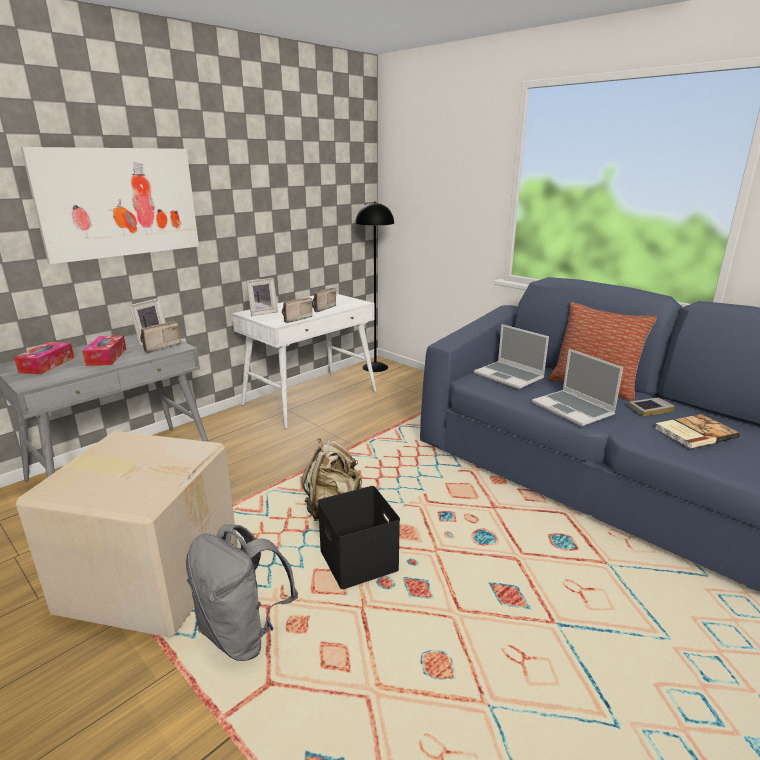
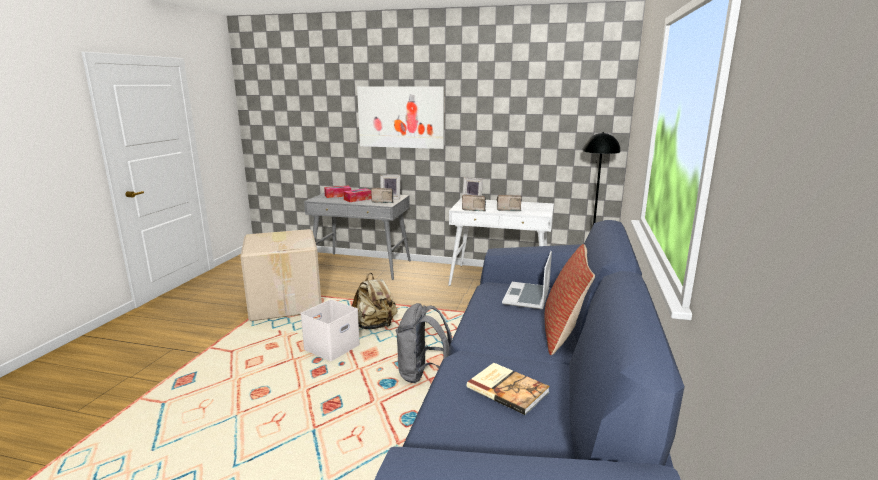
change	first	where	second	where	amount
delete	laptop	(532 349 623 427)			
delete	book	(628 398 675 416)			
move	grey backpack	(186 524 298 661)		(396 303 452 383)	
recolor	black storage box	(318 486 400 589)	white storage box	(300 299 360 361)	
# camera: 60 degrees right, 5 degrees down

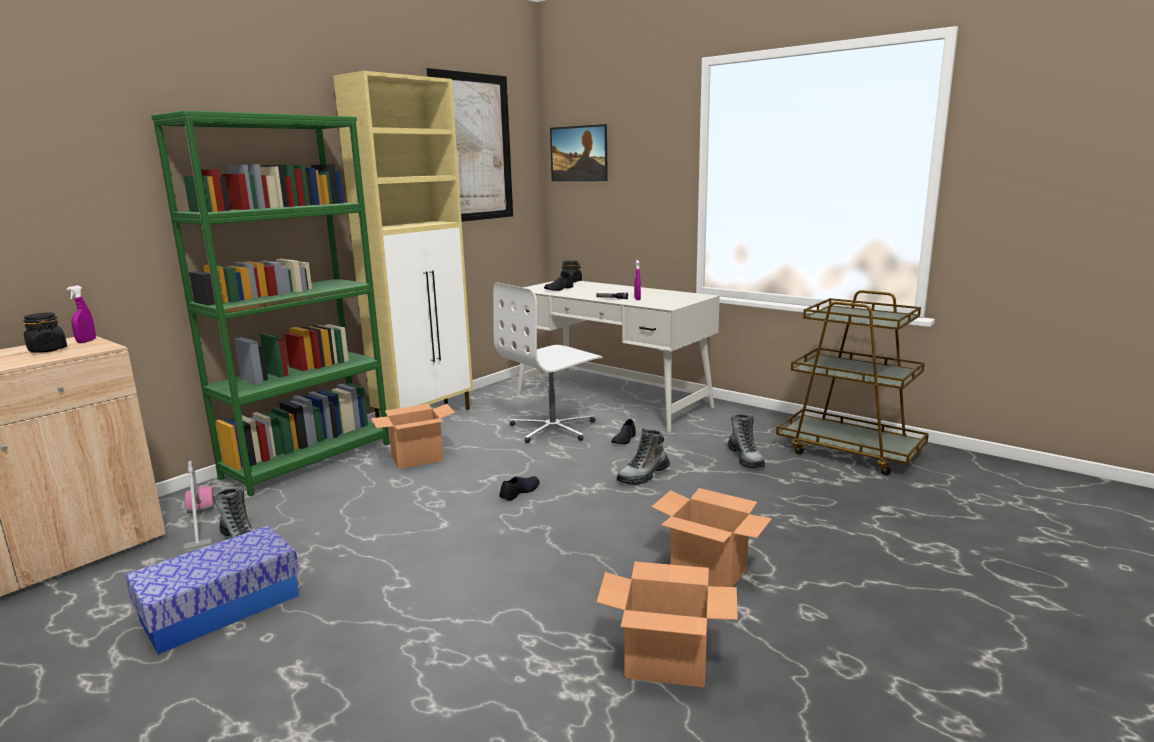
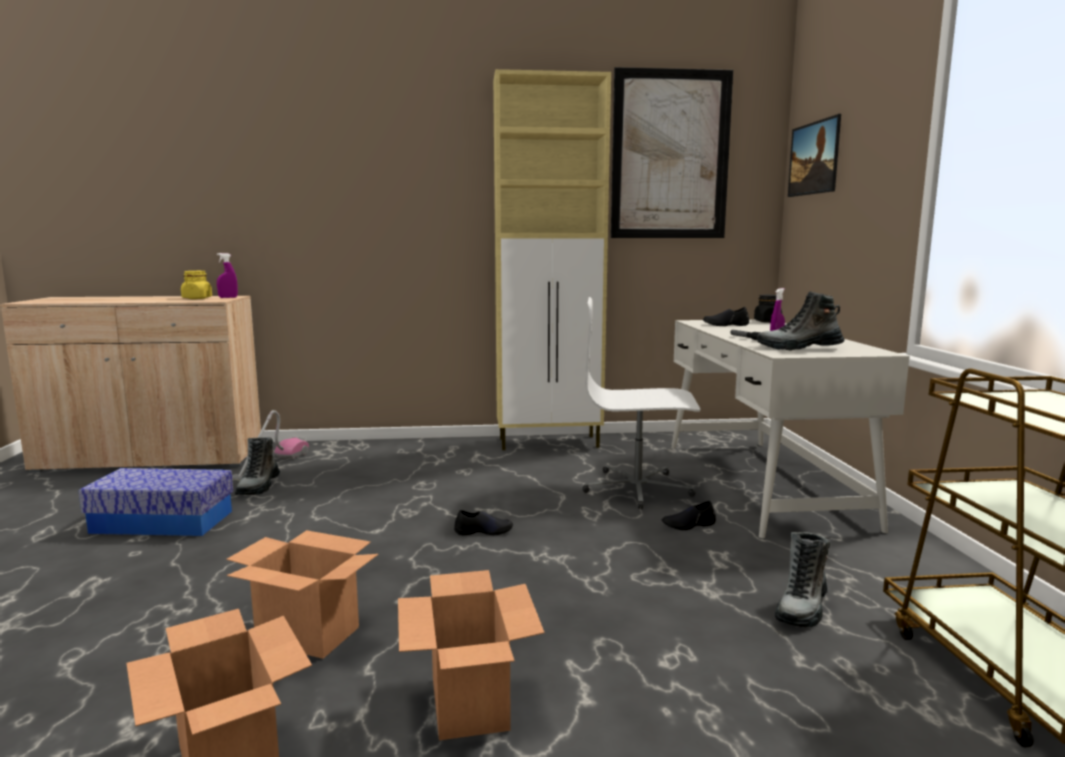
change	first	where	second	where	amount
delete	green bookcase	(151 110 390 496)			
move	cardboard box	(371 404 455 469)		(226 530 379 659)	
move	boot	(617 428 670 485)		(758 291 845 351)	
recolor	black jar	(23 313 67 353)	yellow jar	(181 271 212 299)	
# camera: 45 degrees right, 5 degrees down

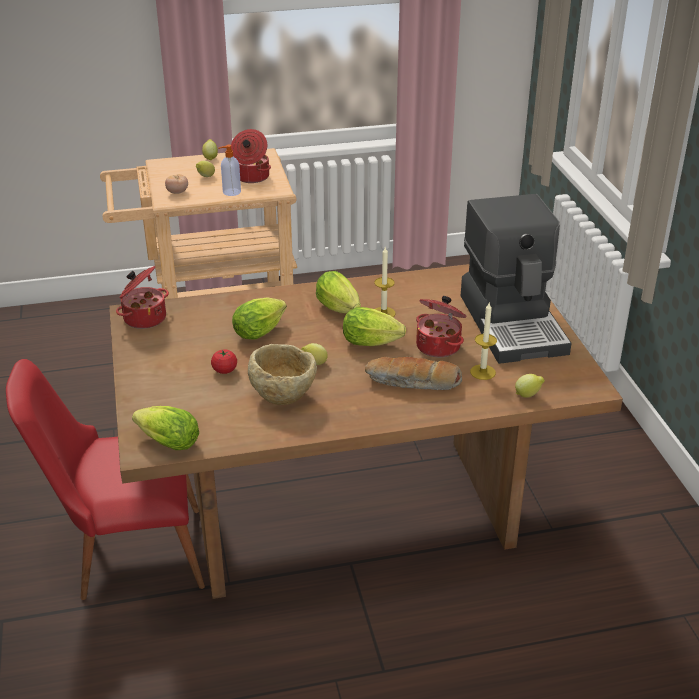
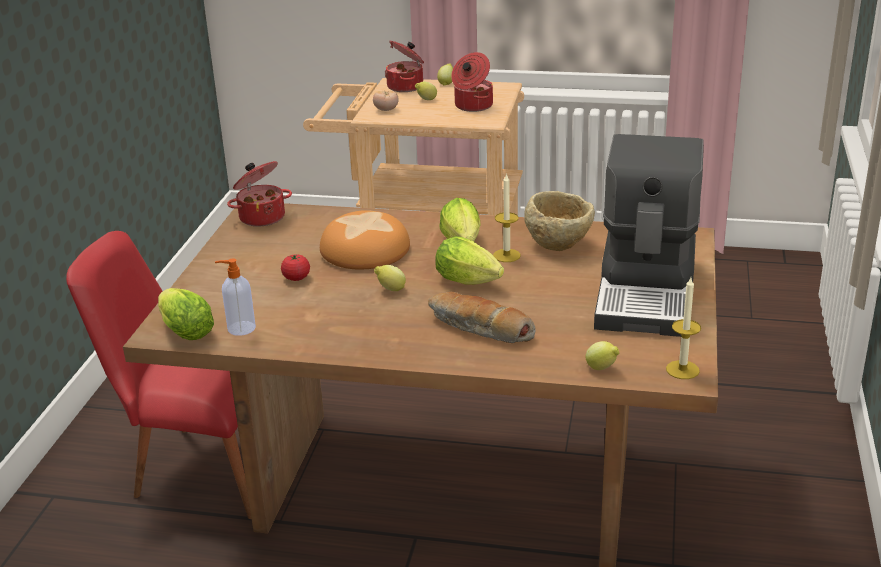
change	first	where	second	where	amount
move	soap dispenser	(218 145 241 196)		(215 258 256 336)	
move	beige bowl	(248 344 317 405)		(524 191 595 251)	
move	cooking pot	(416 296 467 357)		(385 41 424 92)	
move	candle	(470 303 497 380)		(666 278 701 379)	
replace	lettuce	(232 297 287 339)	bread	(320 210 410 269)	
# camera: 25 degrees right, 5 degrees down

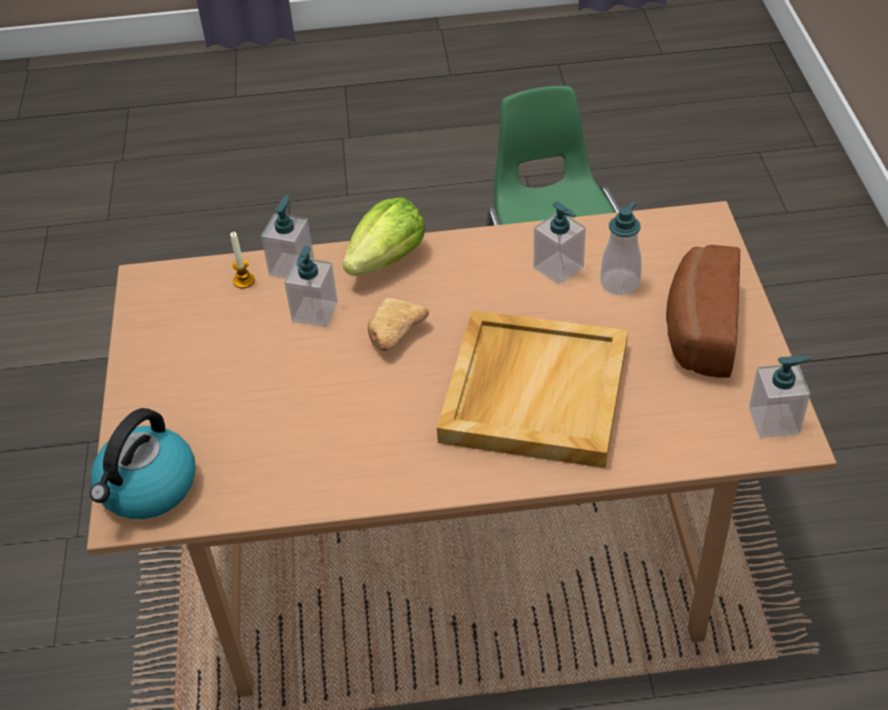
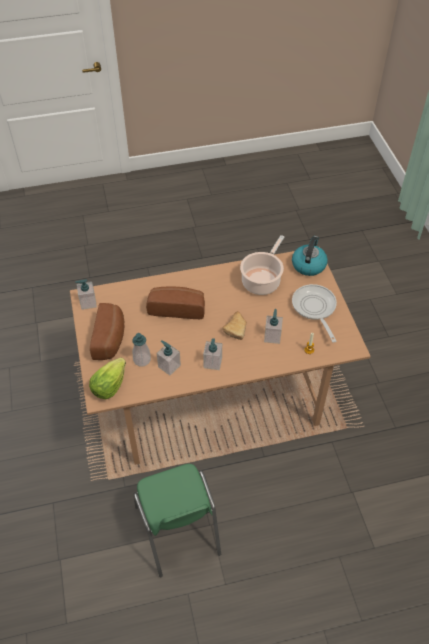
change	first	where	second	where	amount
insert			cooking pot	(240 235 284 295)	
insert			frying pan	(292 284 337 343)	
move	soap dispenser	(261 195 314 278)		(203 338 222 370)	
move	lettuce	(343 198 425 276)		(89 358 126 399)	
replace	beige tray	(437 310 628 468)	bread	(146 287 205 319)	
# camera: 170 degrees right, 5 degrees up

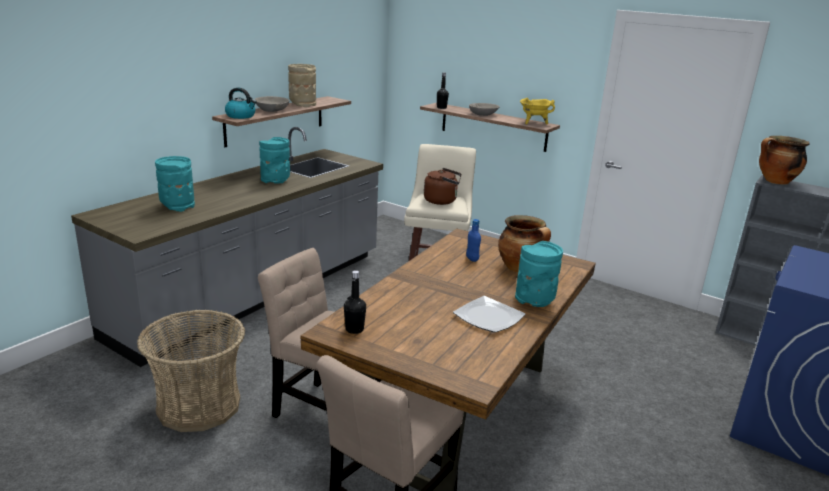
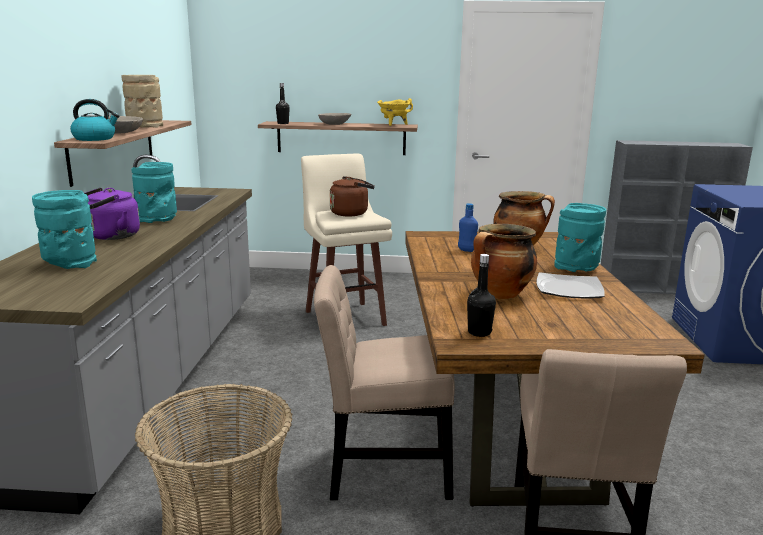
change	first	where	second	where	amount
insert			purple kettle	(84 187 140 240)	
move	cooking pot	(759 136 810 185)		(471 224 537 299)	
# camera: 30 degrees left, 5 degrees down

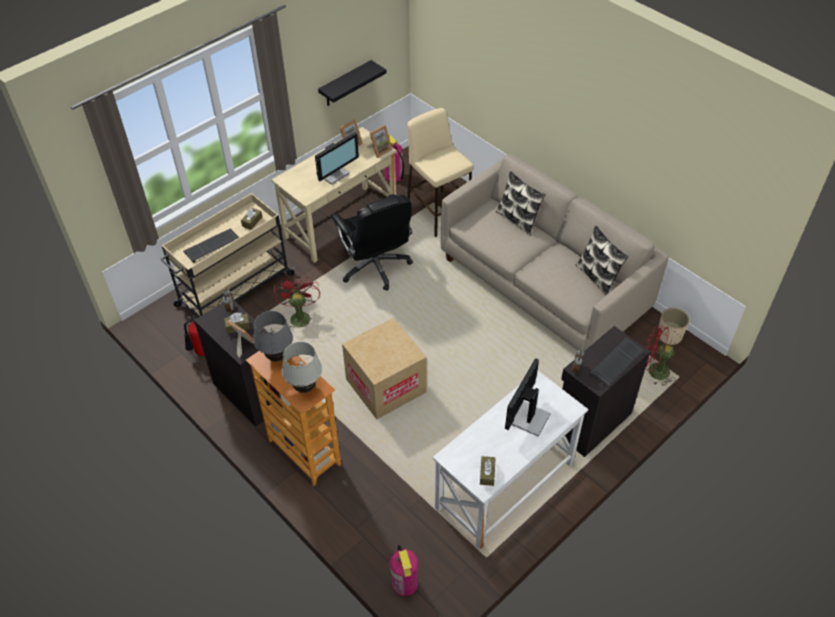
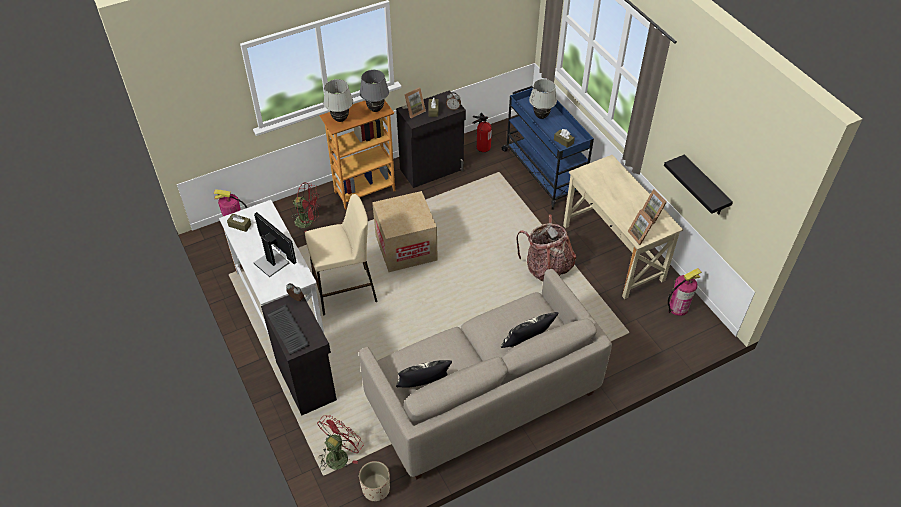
change	first	where	second	where	amount
delete	monitor	(315 132 359 185)			
move	red fan	(274 275 320 331)		(291 182 321 232)	
move	beige stool	(407 108 473 237)		(305 194 377 316)	
replace	keyboard	(183 228 239 263)	white table lamp	(529 79 557 119)	
replace	black office chair	(332 194 413 291)	backpack	(516 214 576 281)	
recolor	beige cart	(160 193 295 318)	blue cart	(502 86 594 210)	
# camera: 105 degrees right, 0 degrees up

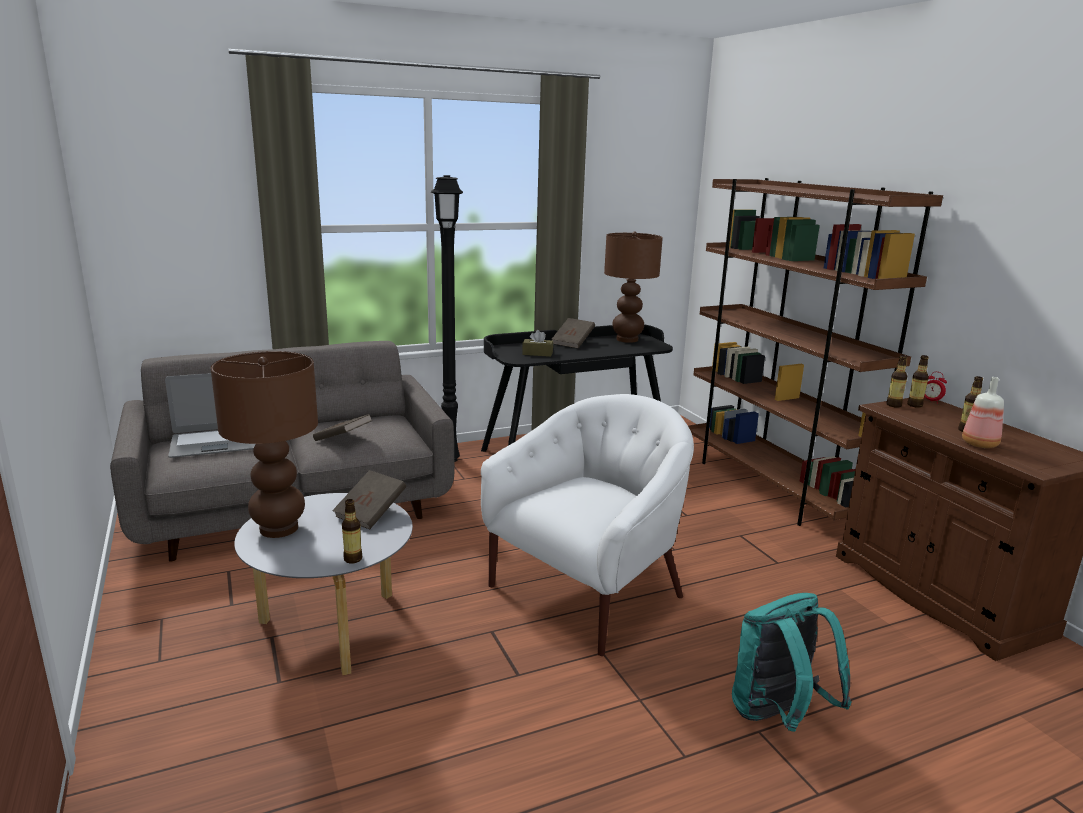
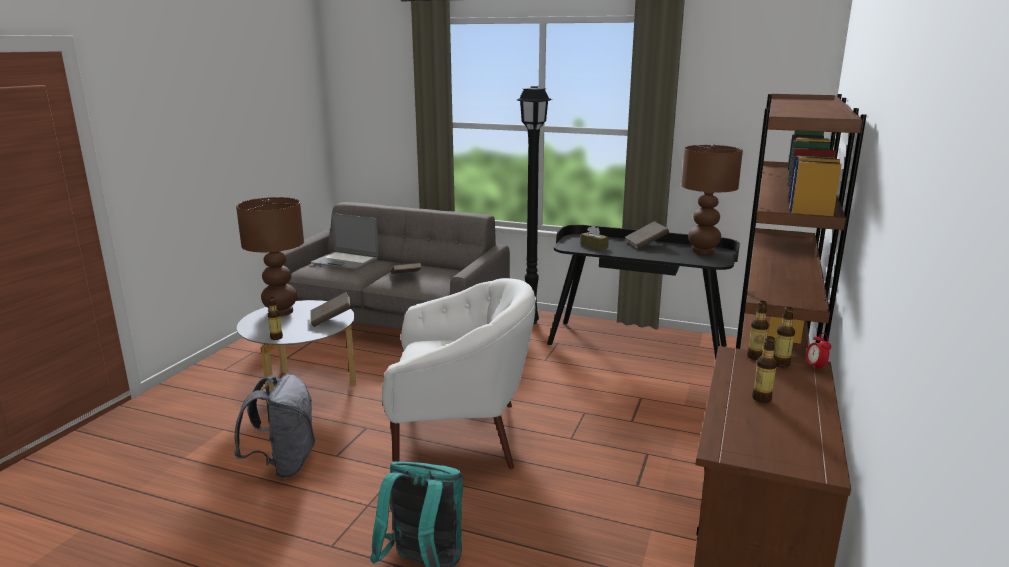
change	first	where	second	where	amount
delete	bottle	(962 377 1004 448)			
insert			grey backpack	(234 374 315 478)	
# camera: 45 degrees right, 0 degrees up

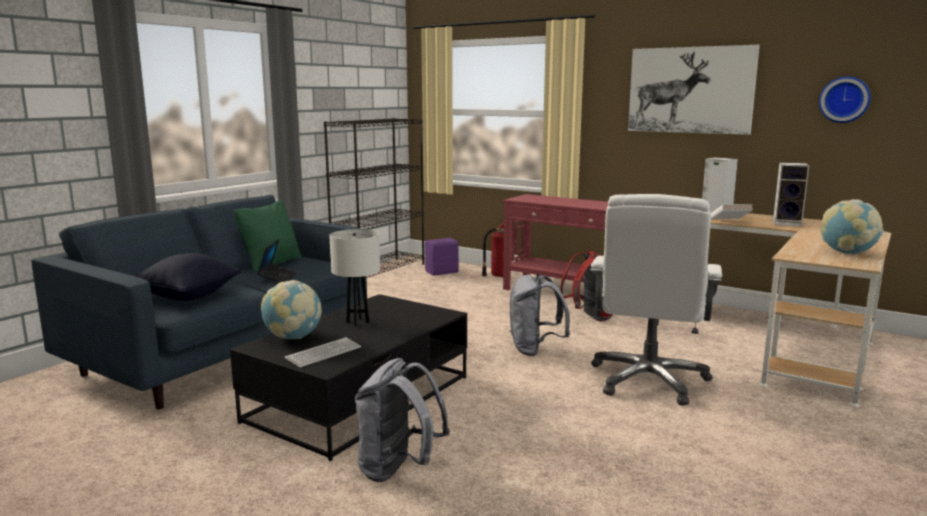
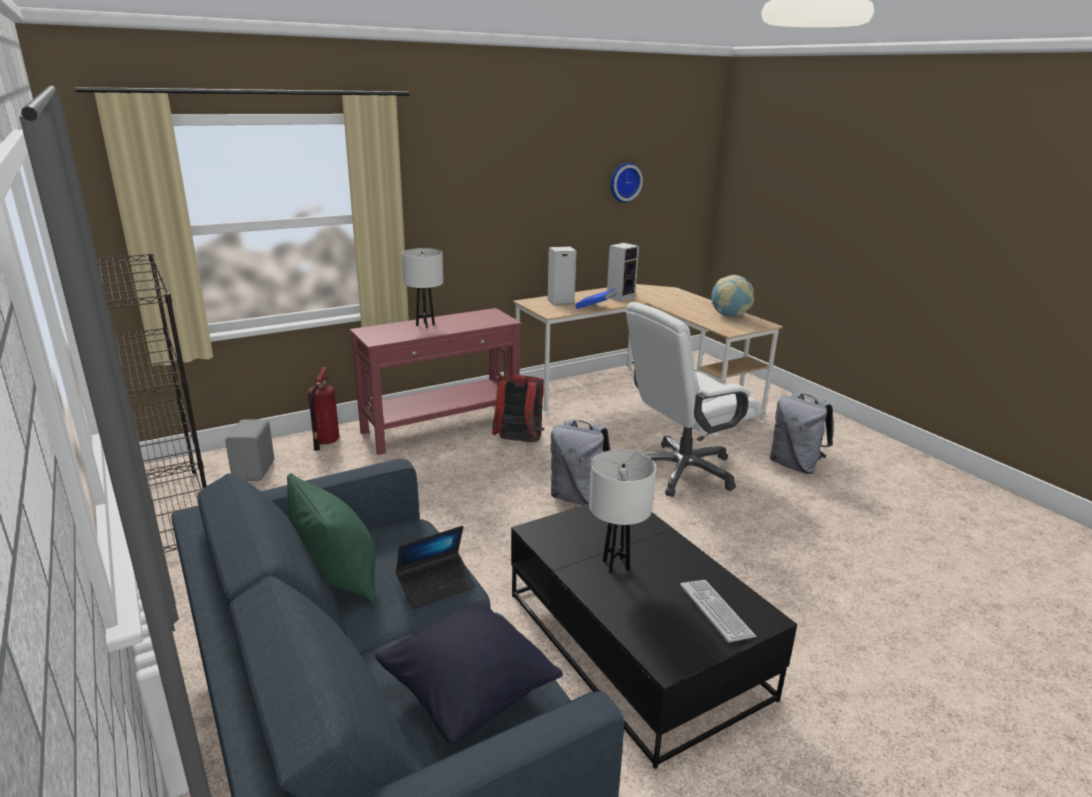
change	first	where	second	where	amount
delete	globe	(261 280 322 339)			
delete	picture	(628 45 760 135)			
insert			white table lamp	(402 248 443 328)	
move	grey backpack	(355 358 450 482)		(770 393 833 474)	
recolor	purple speaker	(425 238 459 276)	grey speaker	(225 419 274 481)	
recolor	white book	(711 204 753 219)	blue book	(575 289 617 309)	
rotate	laptop	(257 239 297 283)		(396 526 476 609)	120 degrees clockwise
rotate	white office chair	(590 194 722 406)		(626 302 762 497)	105 degrees clockwise
# camera: 65 degrees left, 10 degrees up

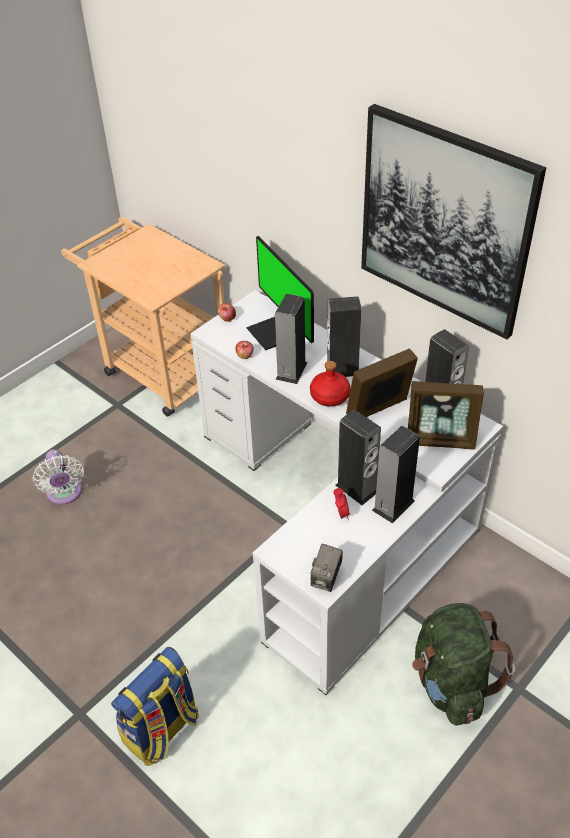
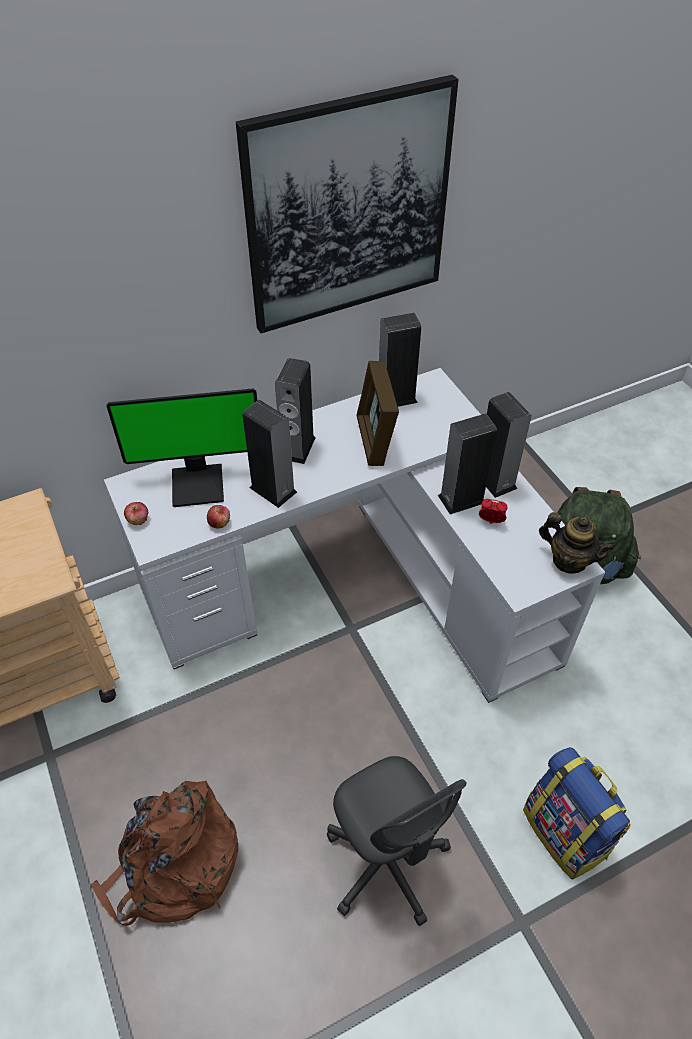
change	first	where	second	where	amount
delete	red bottle	(310 361 351 407)			
delete	picture frame	(408 381 484 450)			
insert			grey office chair	(327 756 467 926)	
replace	white fan	(33 449 84 505)	brown backpack	(90 781 238 926)	
replace	photo camera	(311 544 343 592)	teapot	(539 512 616 574)	
# camera: 70 degrees left, 5 degrees up

